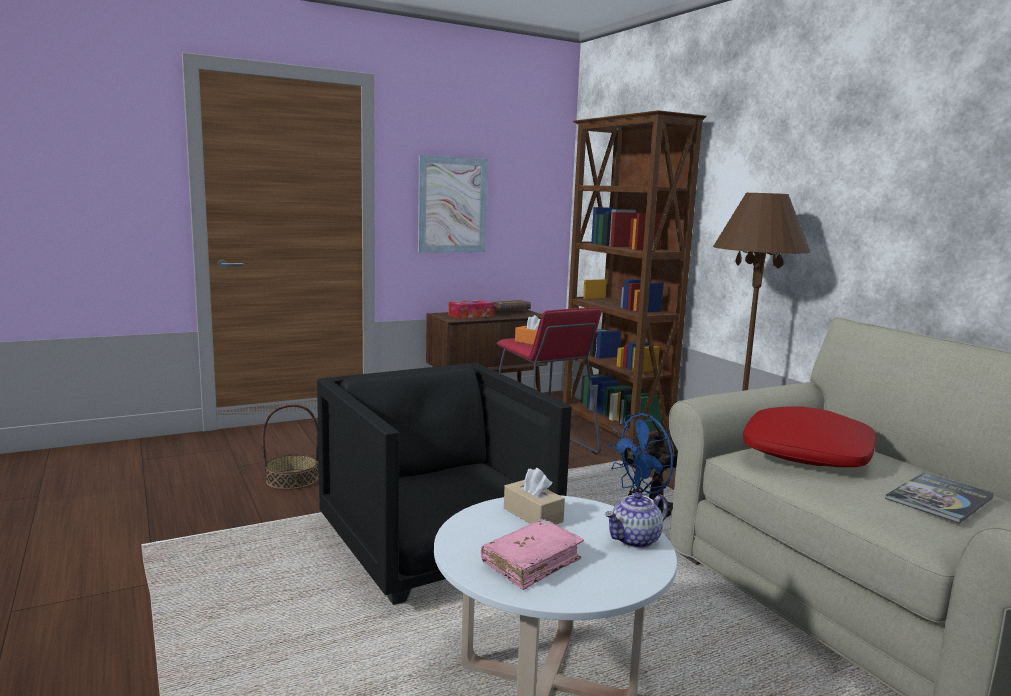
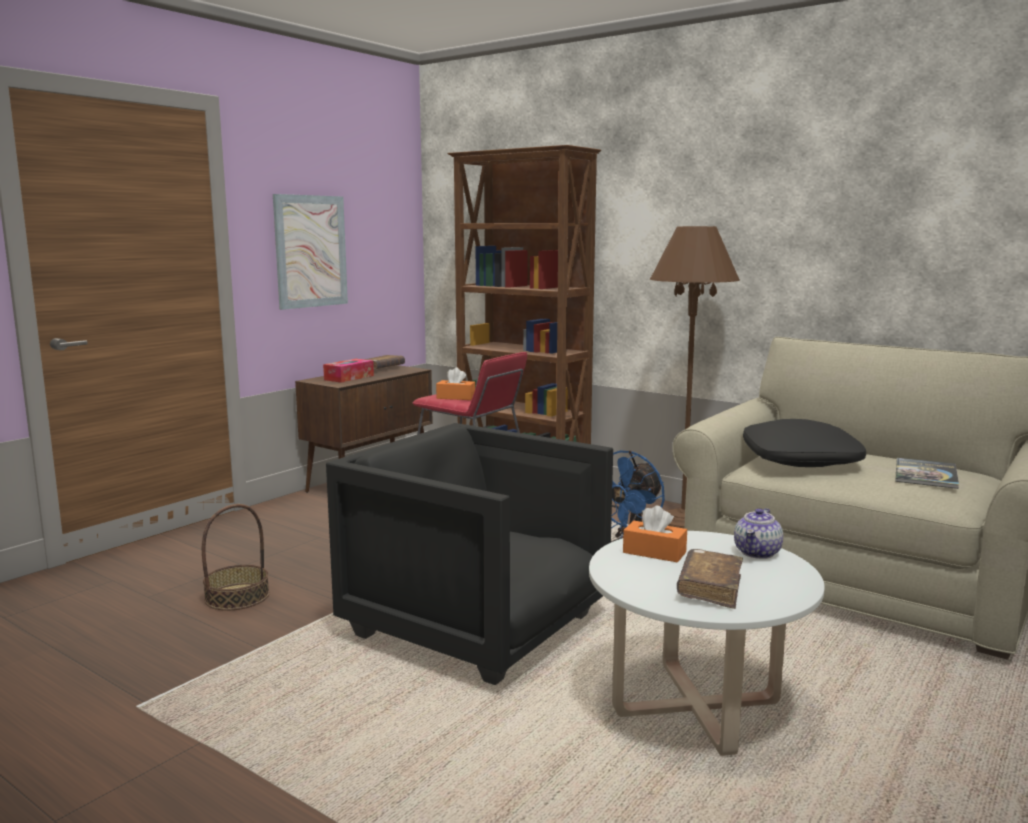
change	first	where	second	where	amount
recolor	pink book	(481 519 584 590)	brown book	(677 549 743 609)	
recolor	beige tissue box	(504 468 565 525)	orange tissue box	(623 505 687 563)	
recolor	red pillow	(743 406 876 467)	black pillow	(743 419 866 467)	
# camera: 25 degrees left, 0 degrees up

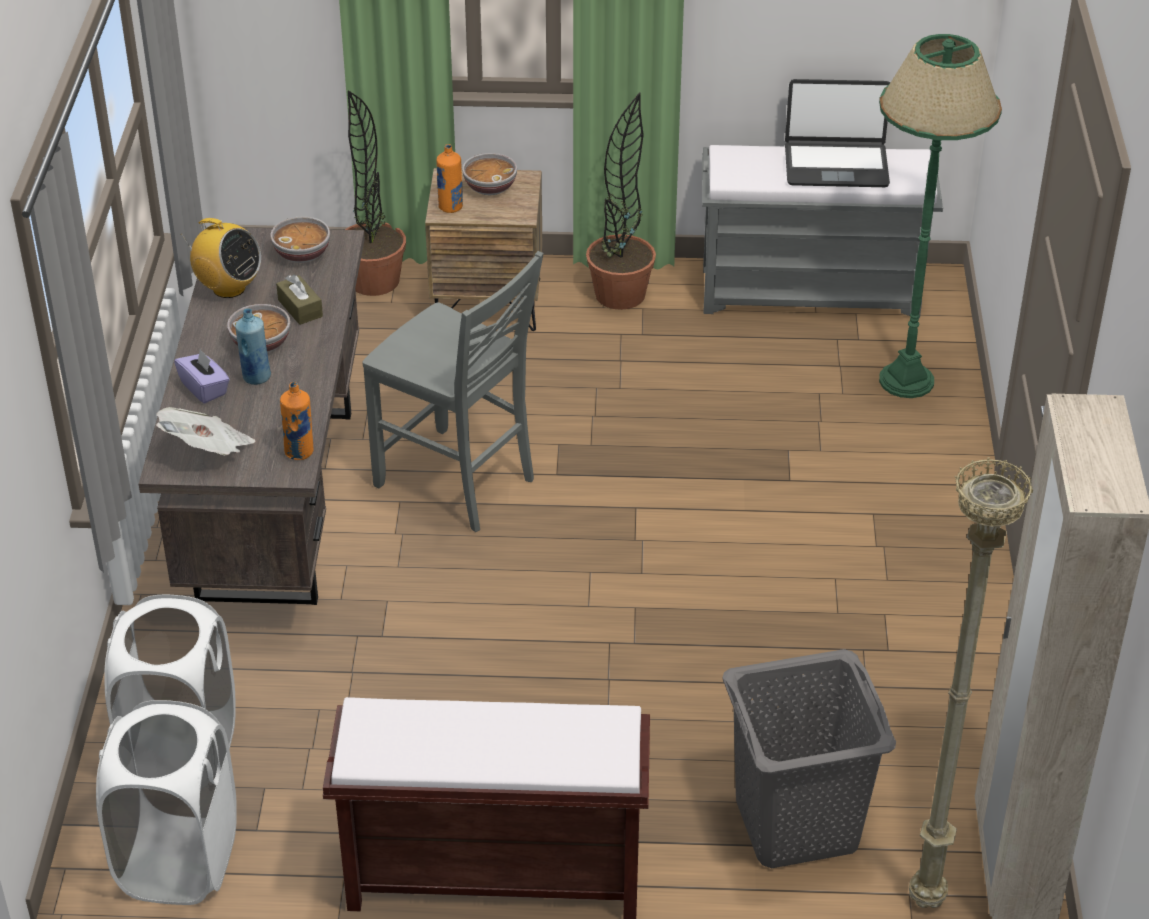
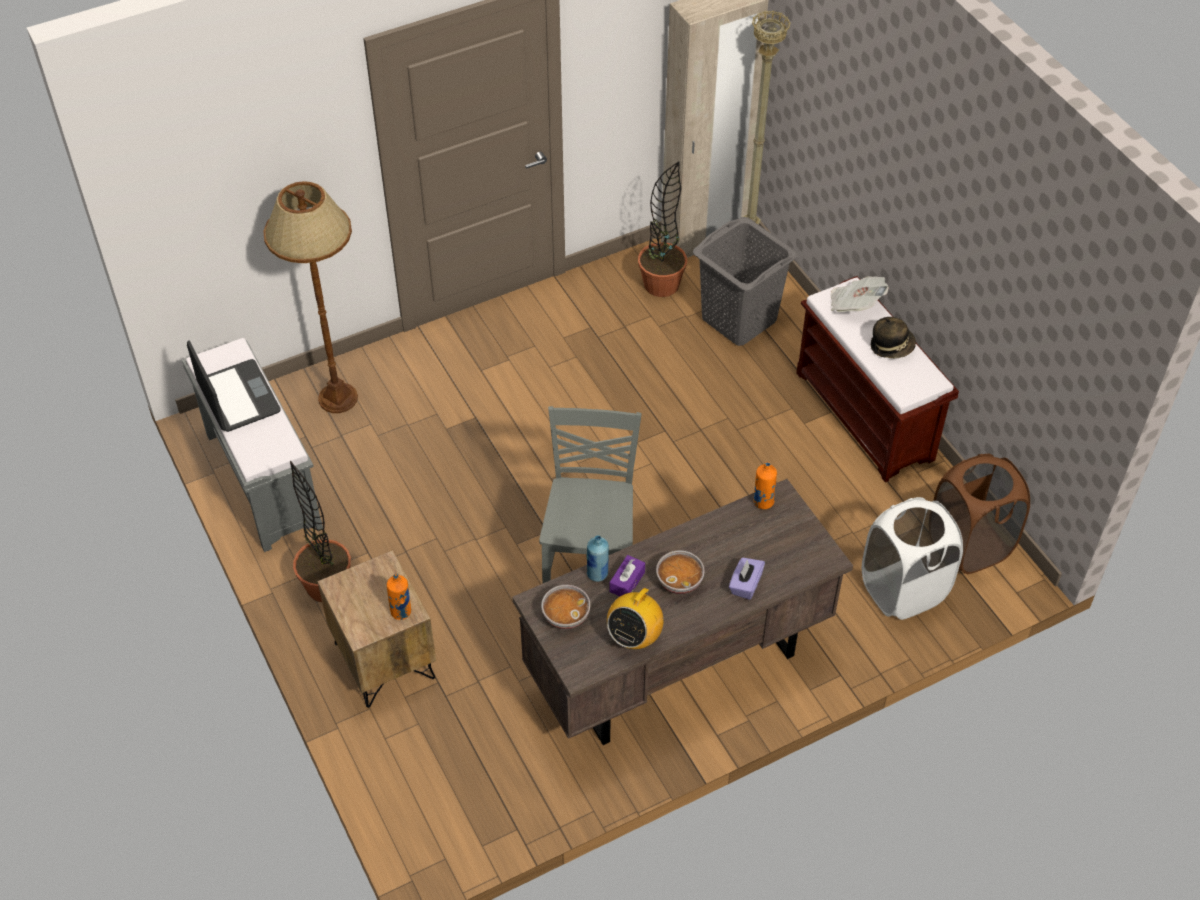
change	first	where	second	where	amount
delete	bowl	(462 153 517 195)			
insert			hat	(871 317 916 358)	
move	newspaper	(156 407 255 455)		(831 276 889 312)	
move	blue bottle	(235 308 271 385)		(586 535 609 582)	
move	potted plant	(345 91 406 296)		(638 161 687 297)	
recolor	white laundry basket	(96 700 237 905)	brown laundry basket	(933 454 1030 574)	
recolor	brown tissue box	(276 275 323 325)	purple tissue box	(609 555 645 596)	
recolor	green floor lamp	(879 34 1002 398)	brown floor lamp	(263 181 358 413)	
rotate	radio	(182 218 261 298)		(607 580 663 649)	150 degrees counterclockwise
# camera: 120 degrees left, 10 degrees up

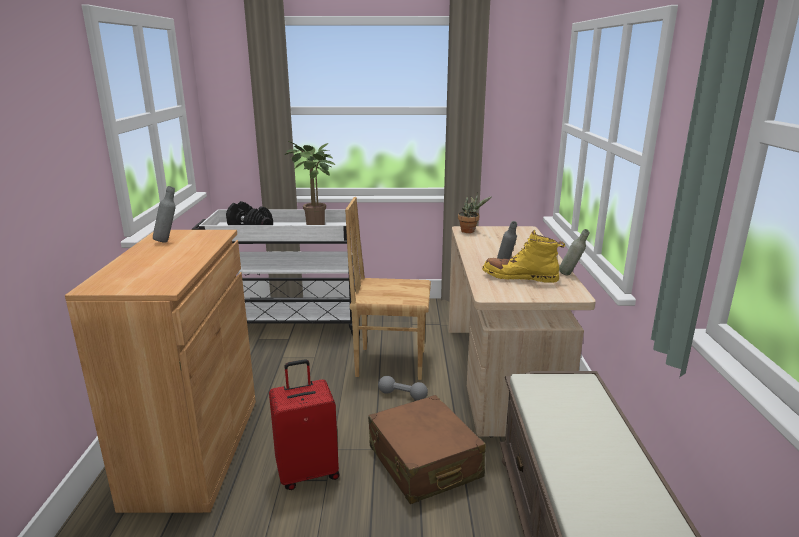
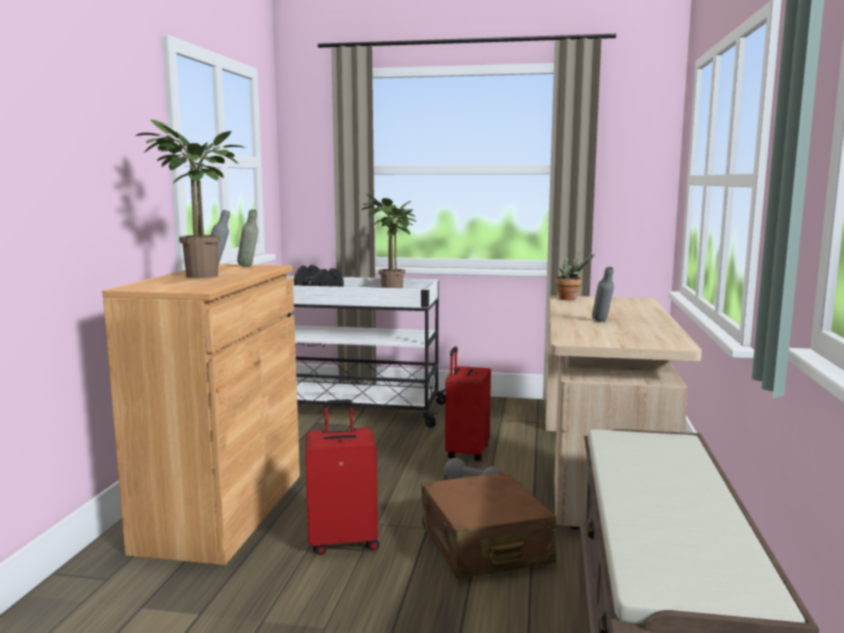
change	first	where	second	where	amount
delete	yellow boot	(482 229 565 283)			
insert			potted plant	(135 120 246 278)	
move	grey bottle	(559 229 589 276)		(237 209 258 267)	
replace	brown chair	(345 197 431 380)	red suitcase	(445 346 491 461)	
# camera: 10 degrees right, 10 degrees down

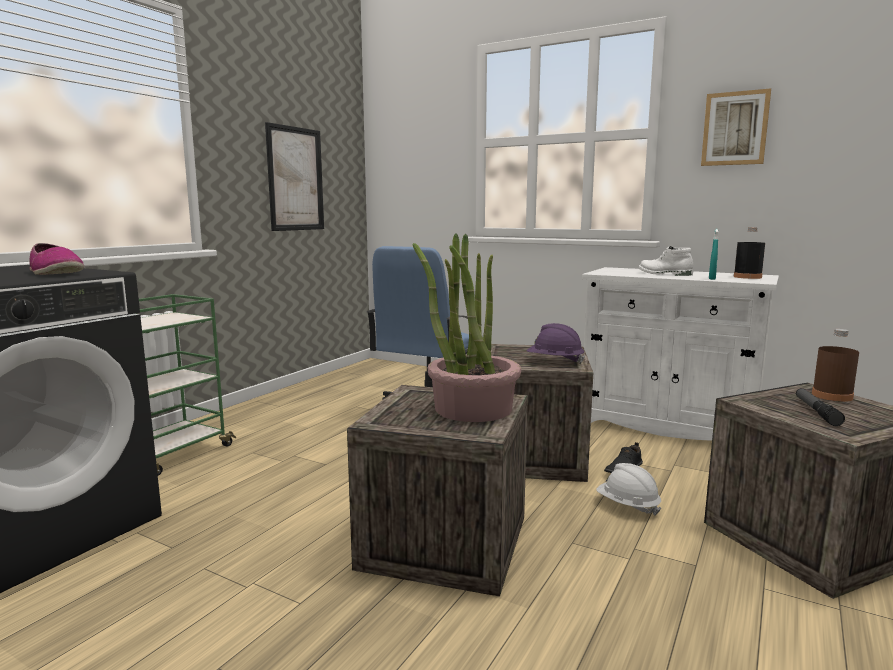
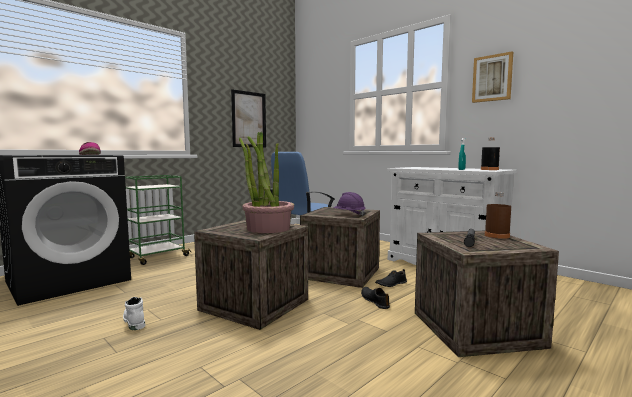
change	first	where	second	where	amount
move	white boot	(639 246 693 276)		(123 297 146 330)	
replace	white hard hat	(596 463 661 516)	black shoe	(361 287 390 309)	
# camera: 15 degrees right, 5 degrees down

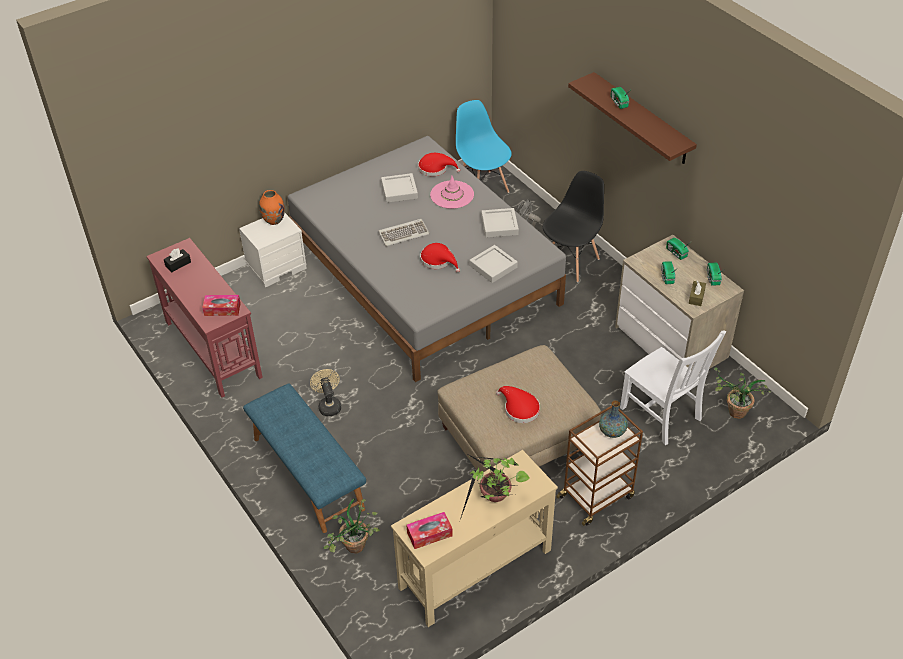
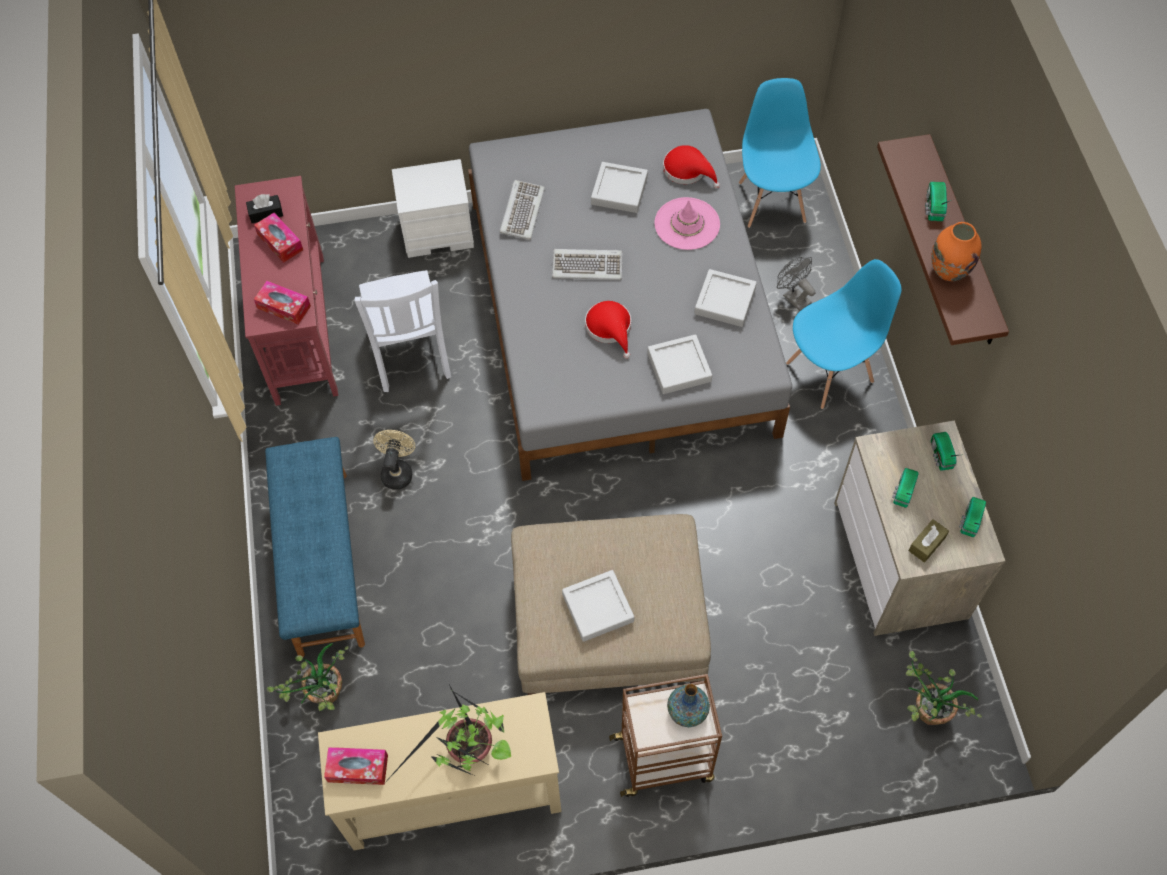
change	first	where	second	where	amount
insert			tissue box	(254 213 303 263)	
insert			keyboard	(500 180 545 240)	
move	orange vase	(259 190 285 225)		(931 222 982 281)	
move	white chair	(620 331 726 445)		(354 270 451 392)	
replace	red hat	(496 386 540 423)	grey tray	(562 570 634 642)	
recolor	black chair	(543 171 604 282)	blue chair	(786 259 901 409)	
# camera: 25 degrees right, 15 degrees up

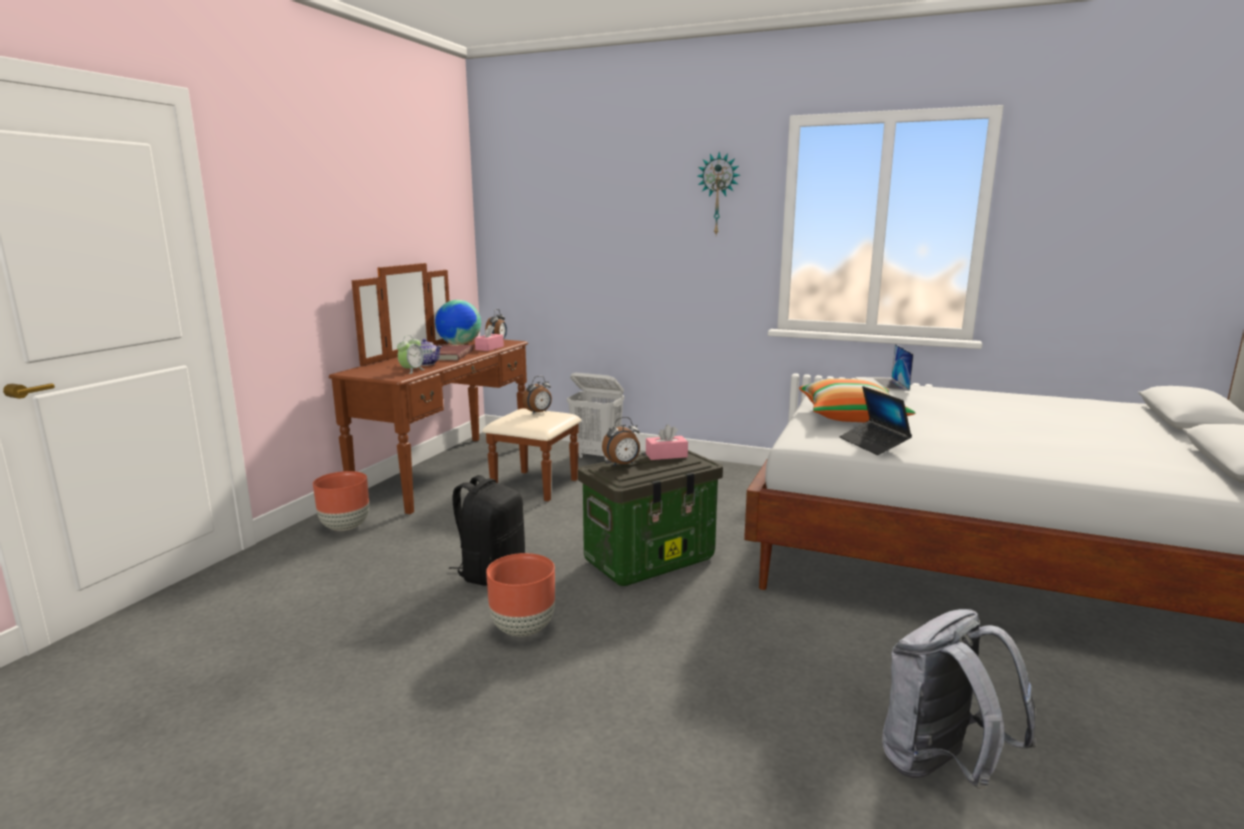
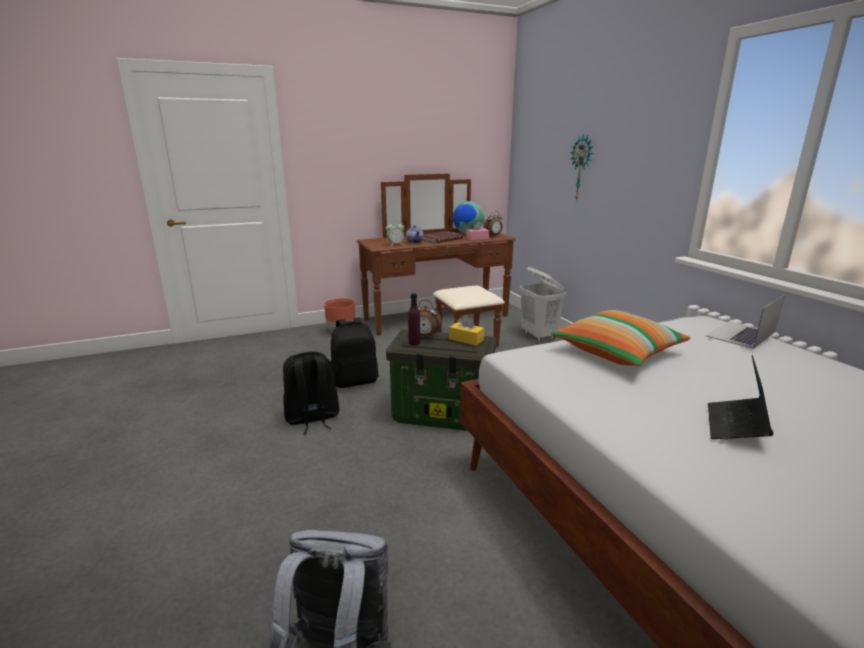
change	first	where	second	where	amount
delete	alarm clock	(523 376 552 414)			
insert			purple bottle	(408 293 420 346)	
move	wall clock	(698 152 740 235)		(570 134 593 201)	
move	laptop	(839 386 912 455)		(708 355 774 439)	
replace	brown planter	(486 553 555 637)	black backpack	(283 351 339 434)	
recolor	pink tissue box	(646 424 688 460)	yellow tissue box	(449 315 484 346)	
# camera: 45 degrees right, 5 degrees up

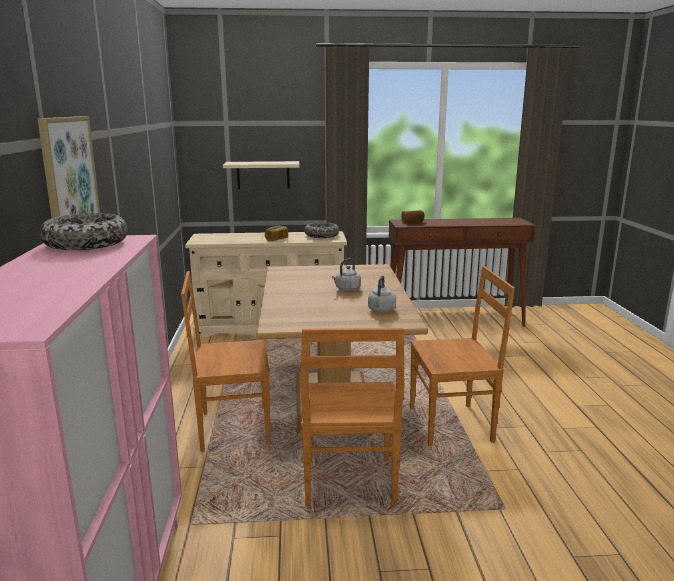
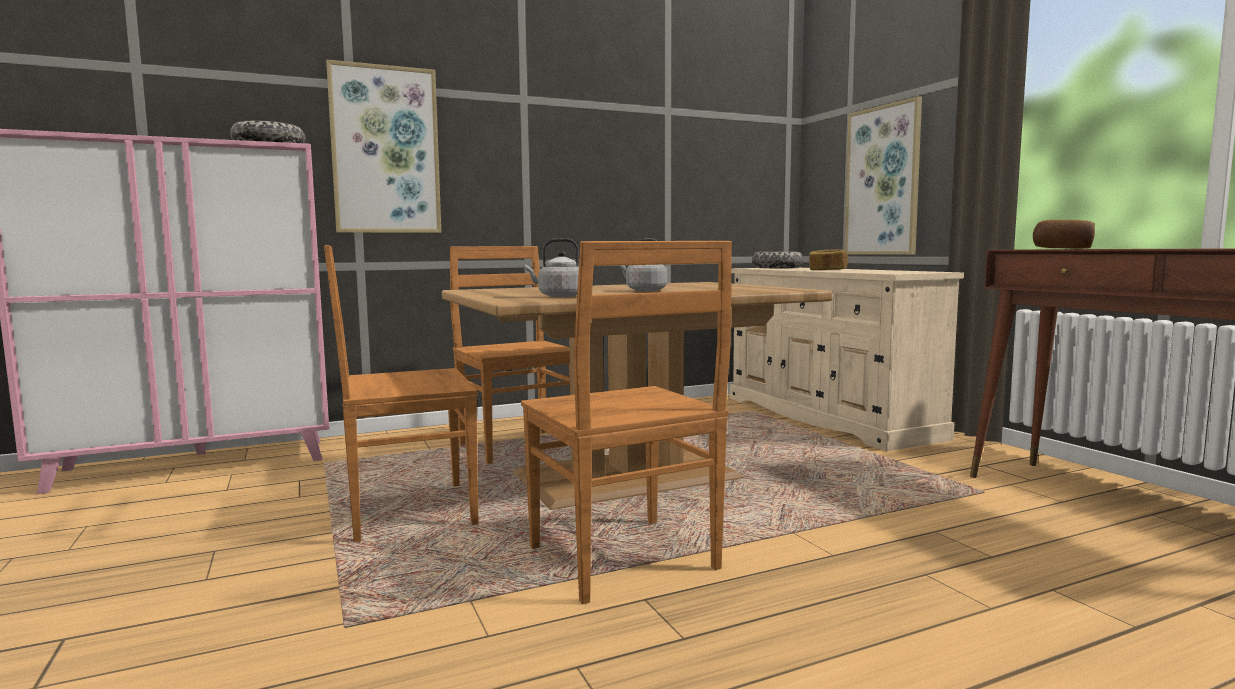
change	first	where	second	where	amount
move	bowl	(304 222 339 238)		(752 252 803 268)	
replace	beige shelf	(223 161 300 189)	picture	(844 96 922 255)	
# camera: 70 degrees right, 10 degrees down

